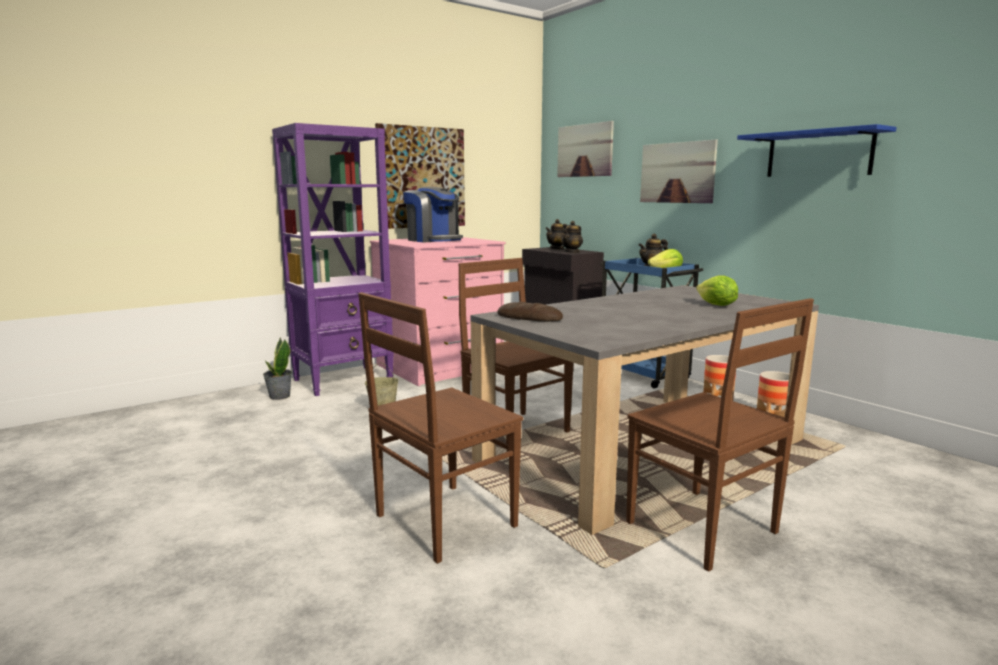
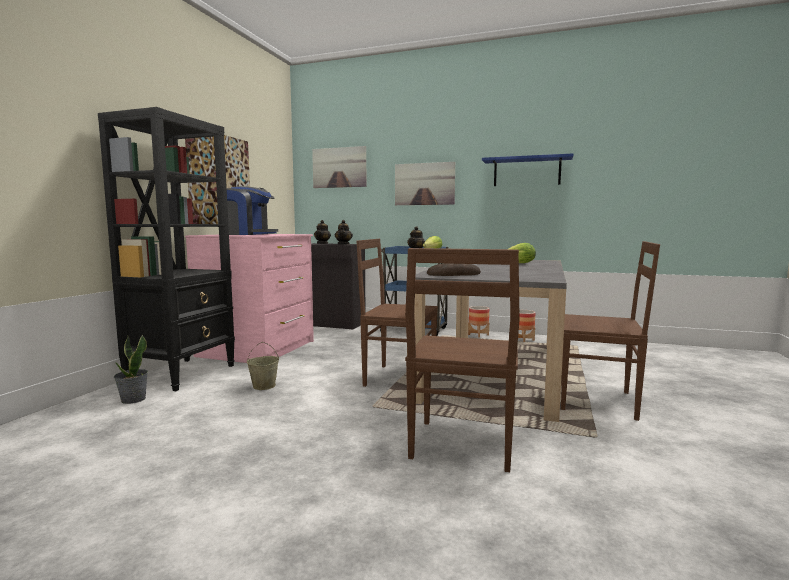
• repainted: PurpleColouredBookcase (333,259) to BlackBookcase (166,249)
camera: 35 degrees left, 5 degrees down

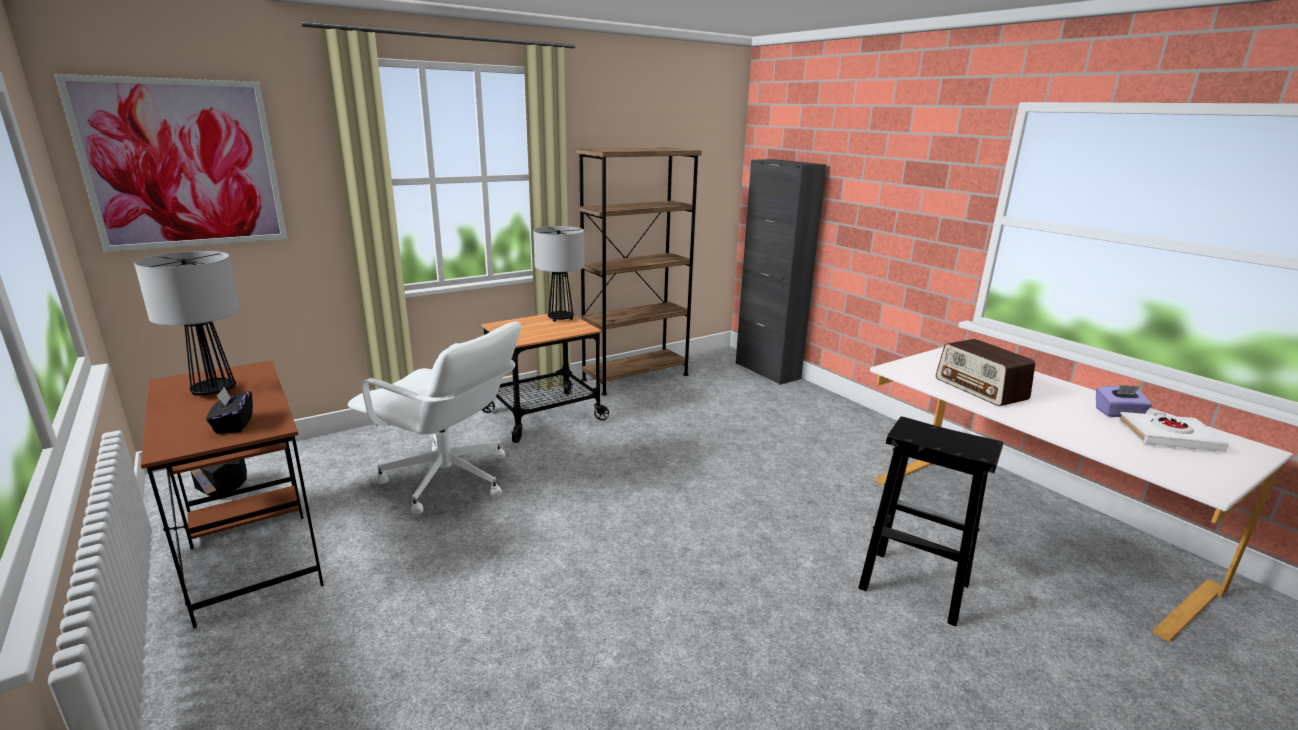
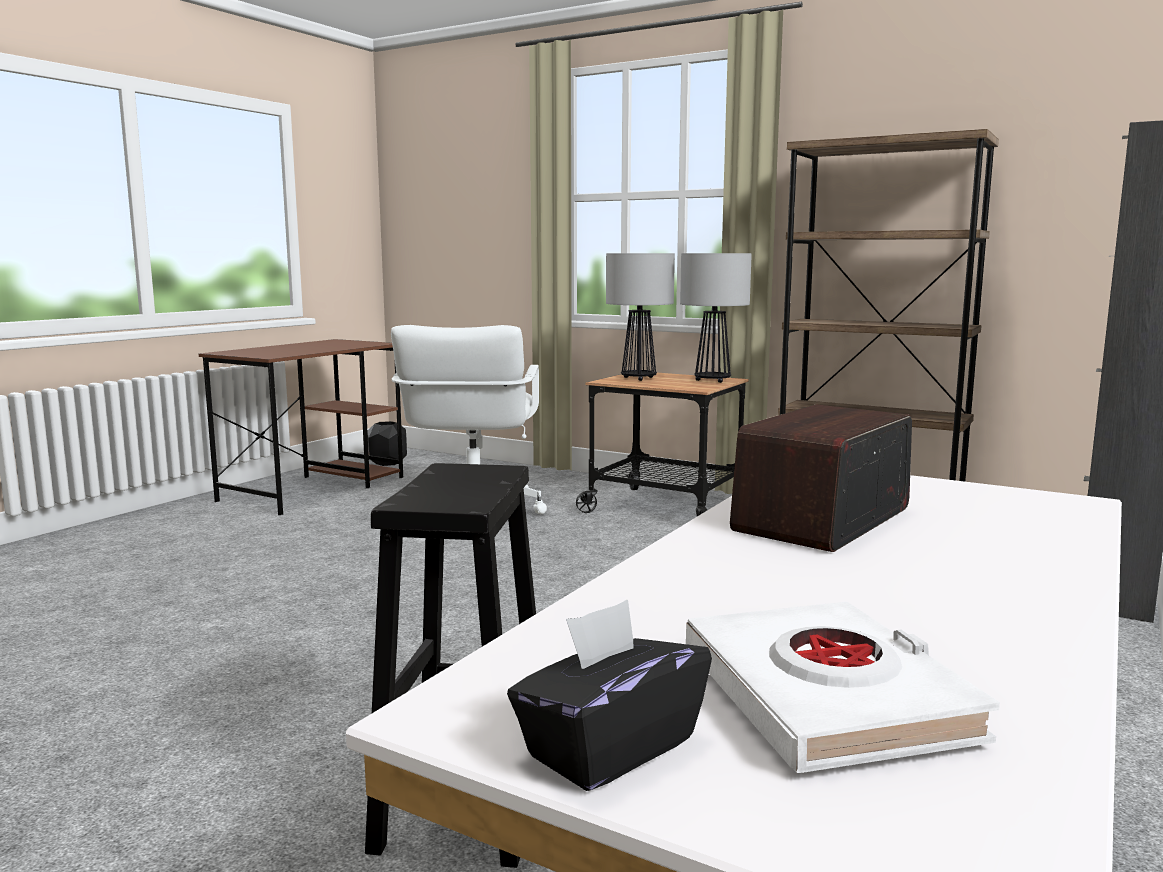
• gone: WallArt (170,163)
• shifted: TableLamp (187,323) to (640,317)
• shifted: BlackTissueHolder (229,410) to (609,695)
• gone: PurpleColouredTissueHolder (1124,401)
camera: 65 degrees right, 10 degrees down

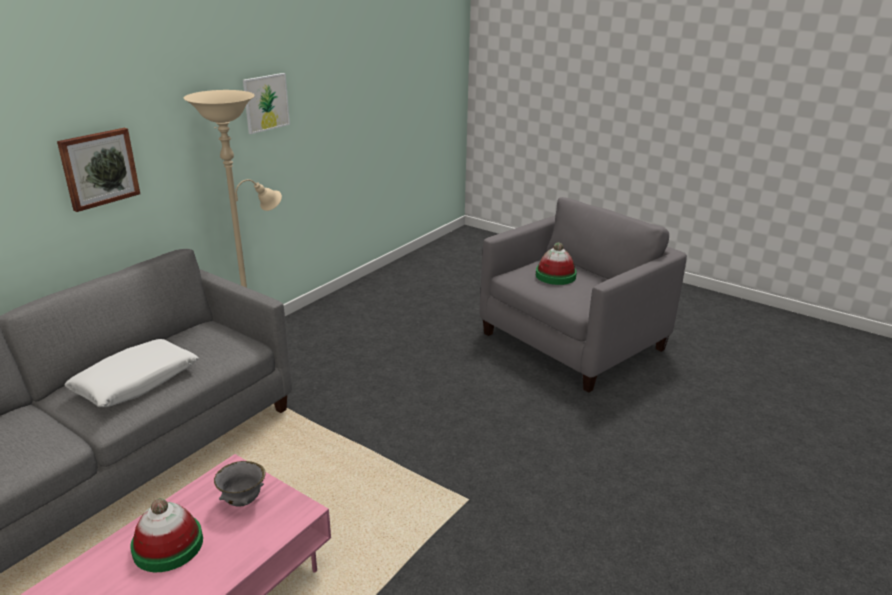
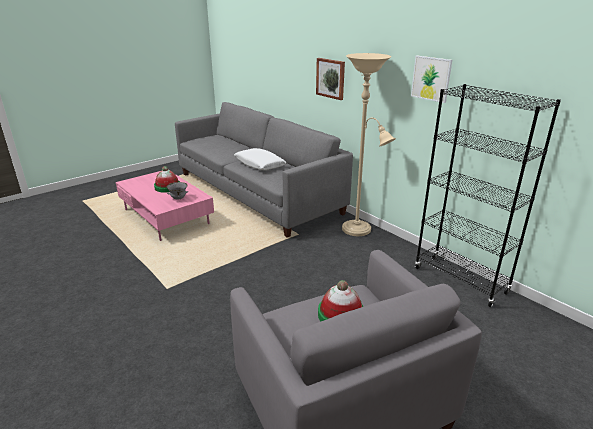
• new: BlackBookcase (488,195)
camera: 105 degrees right, 0 degrees up

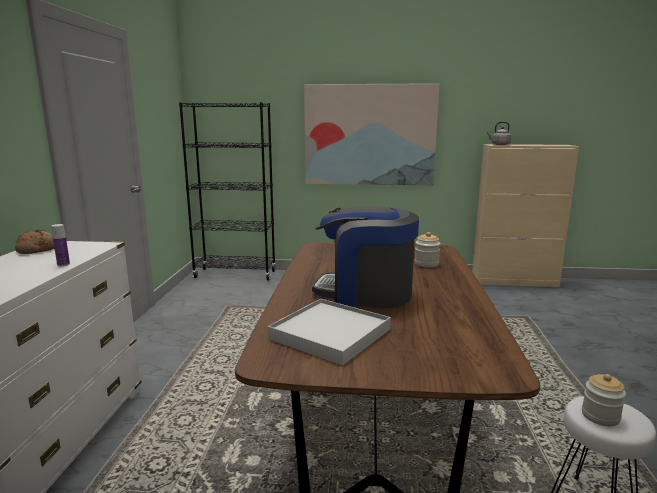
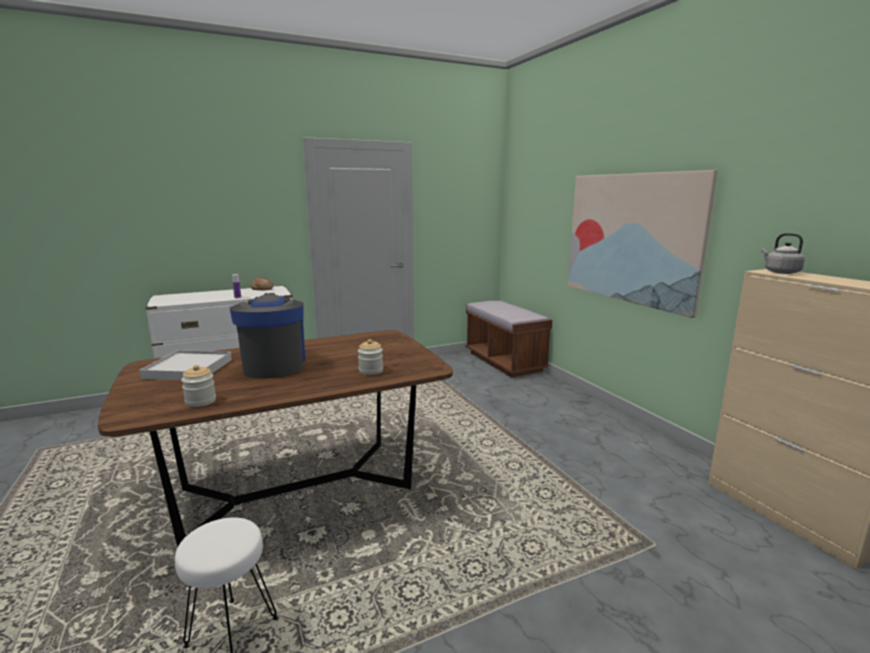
• swapped: BlackBookcase (227,191) to BrownishBench (508,339)
• shifted: StorageJar (604,400) to (198,386)
camera: 60 degrees right, 0 degrees up

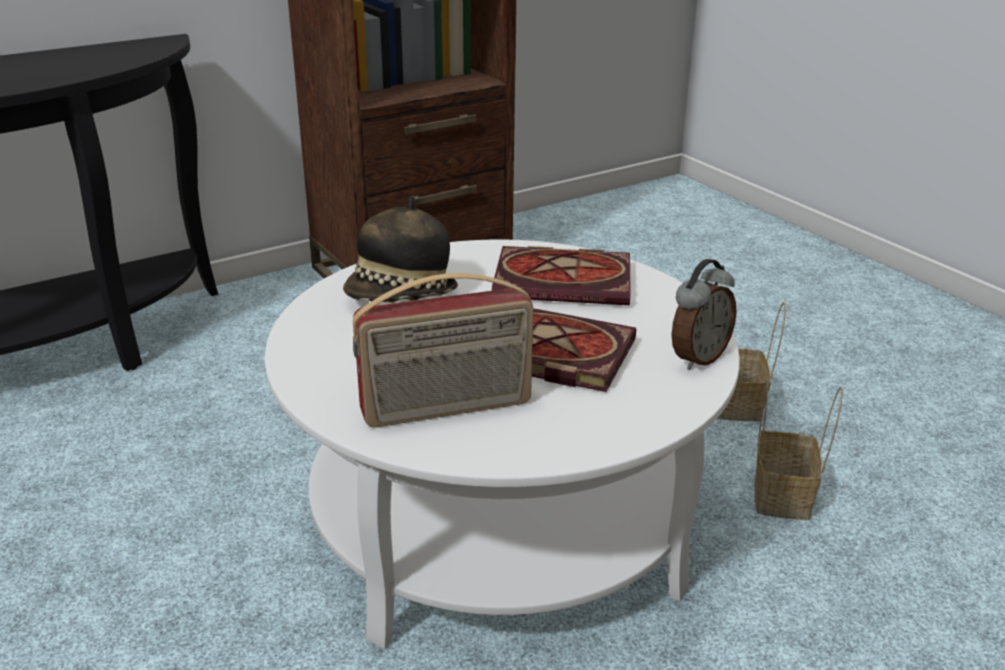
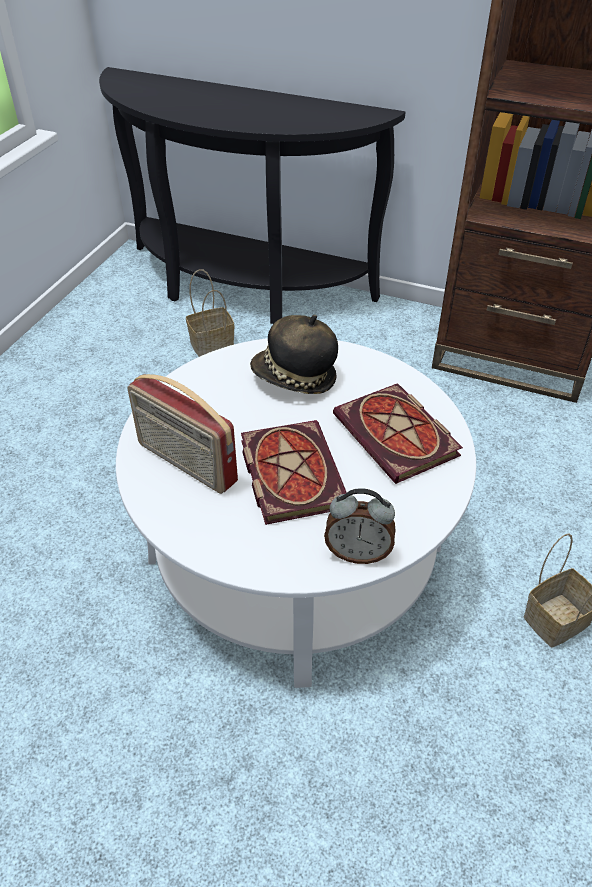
• shifted: StorageBasket (798,449) to (210,313)
camera: 55 degrees right, 15 degrees up

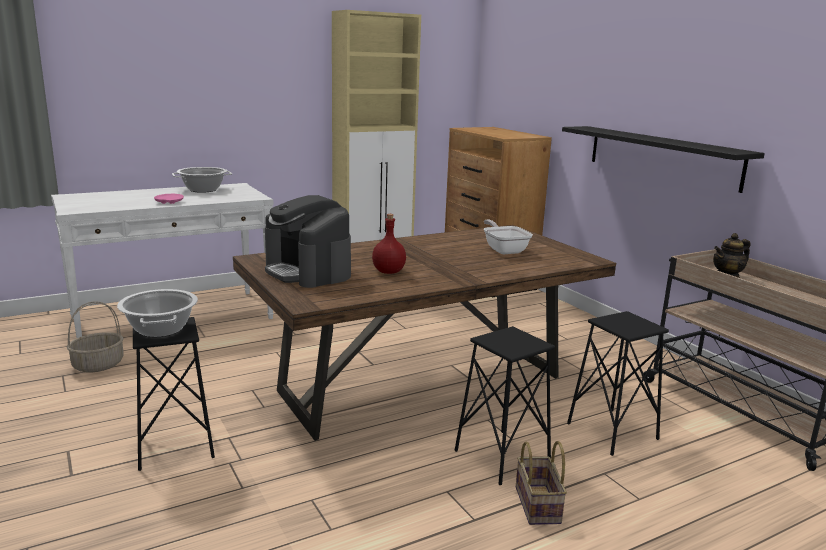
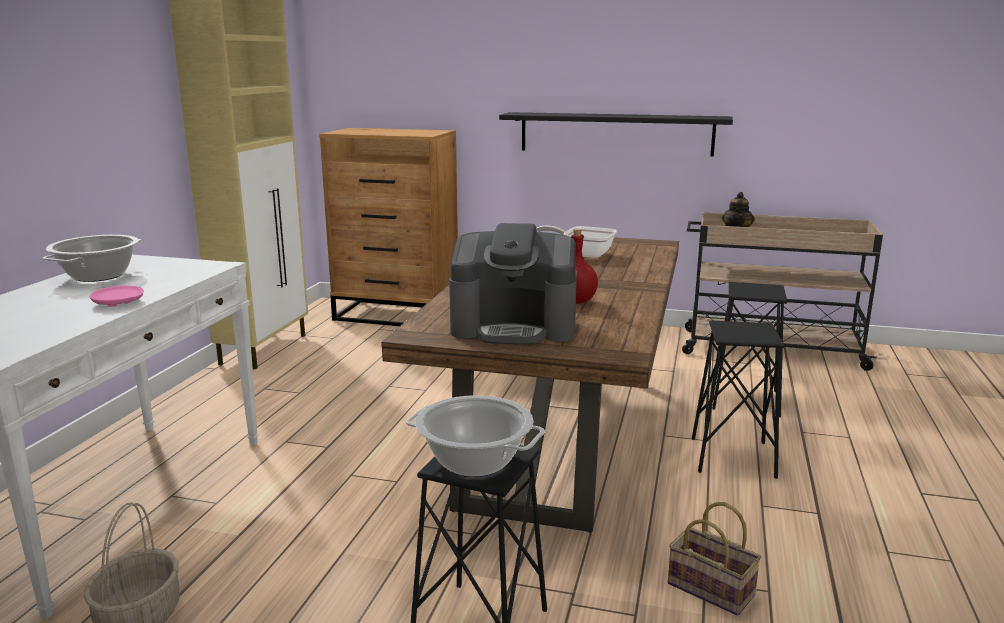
• shifted: StorageBasket (541,483) to (714,559)
camera: 45 degrees left, 0 degrees up

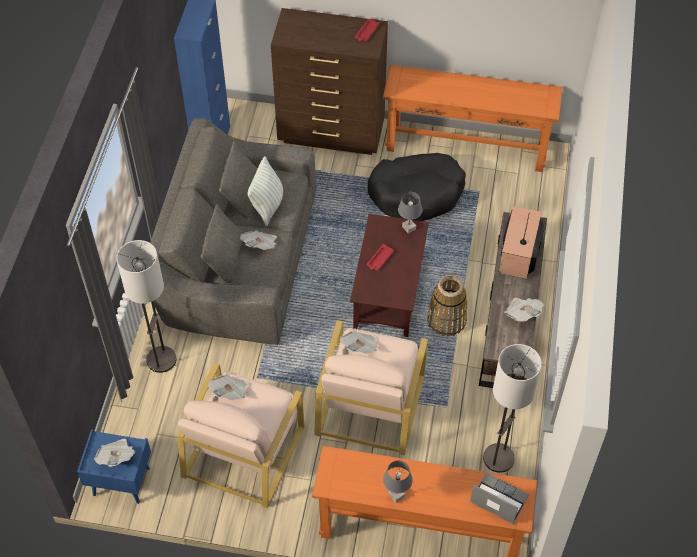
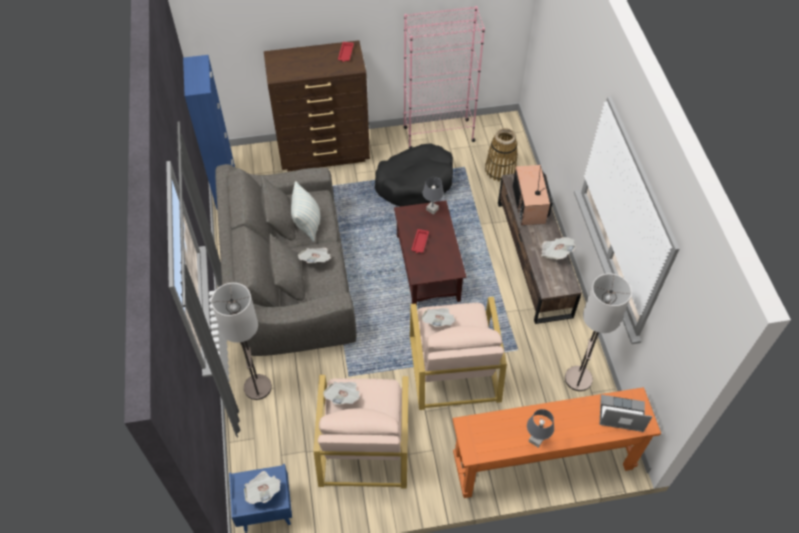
• swapped: OrangeNarrowTable (472,118) to PinkishBookcase (444,77)
• shifted: StorageBasket (447,305) to (501,154)
camera: 20 degrees left, 0 degrees up

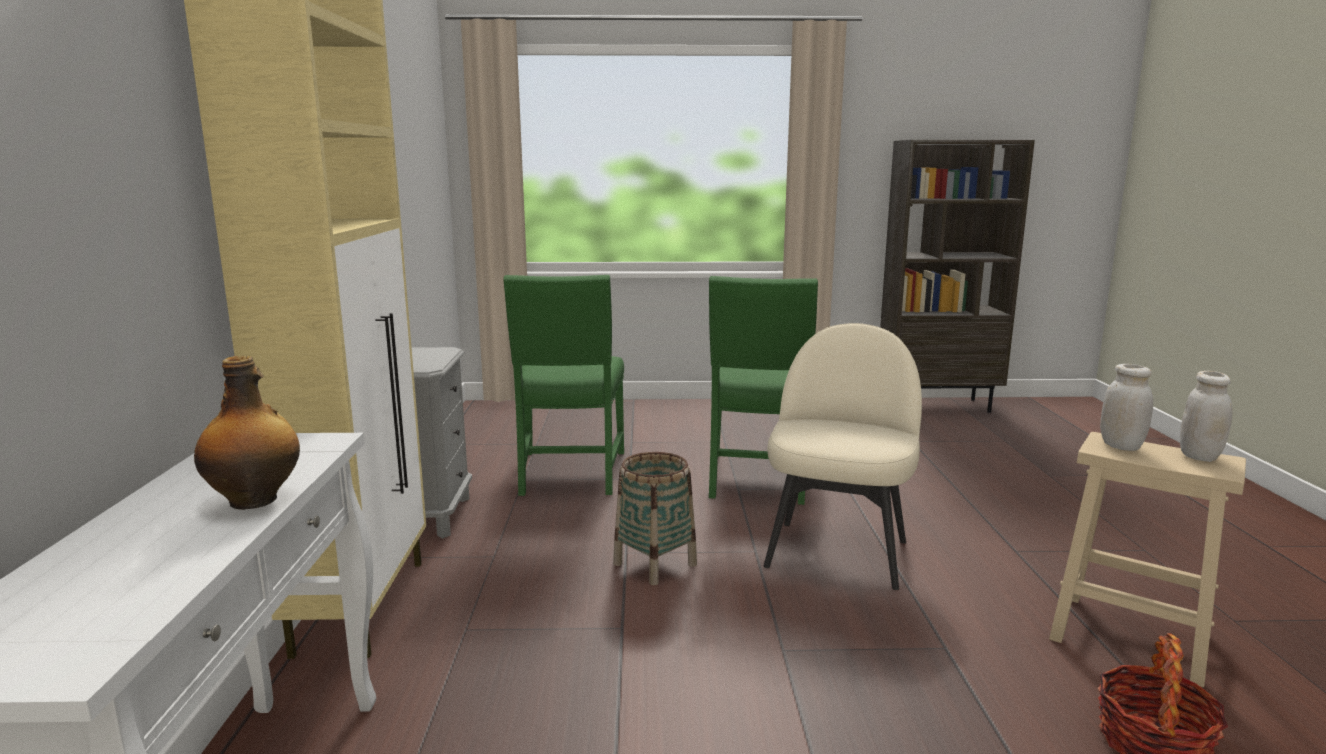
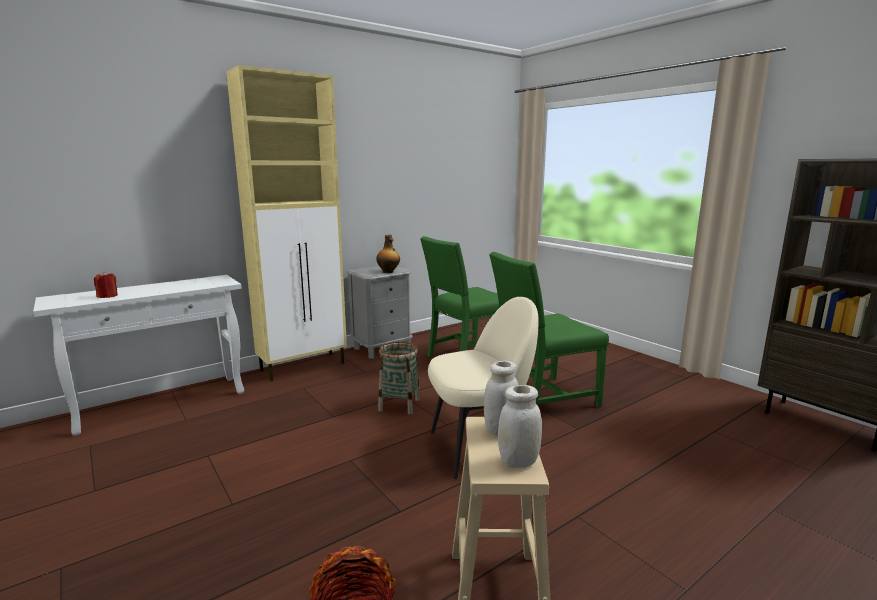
• shifted: BeverageBottle (247,433) to (388,254)
• new: ReddishWaxCandle (106,284)
camera: 55 degrees right, 0 degrees up

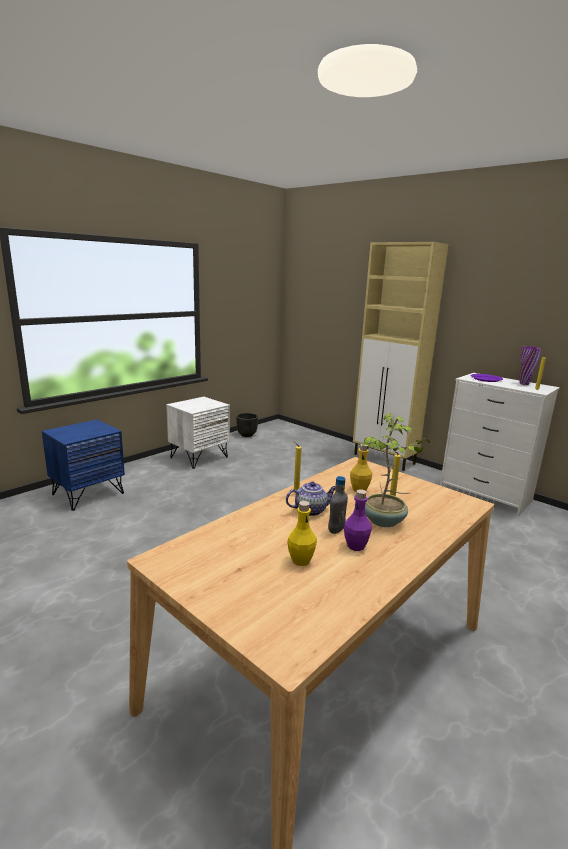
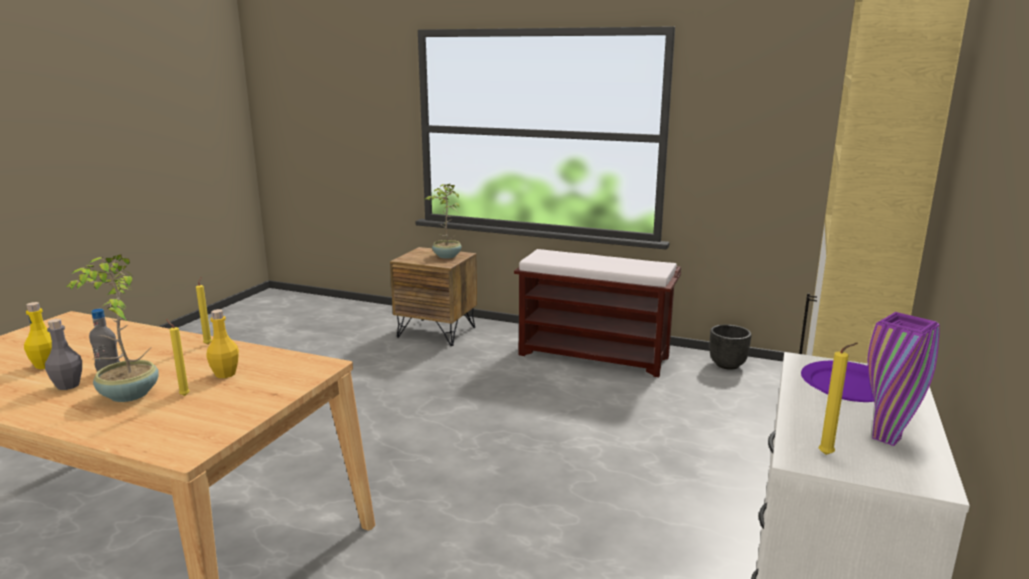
• repainted: BluishNightTable (83,465) to BrownishNightTable (433,296)
• swapped: WhitishNightTable (198,433) to BrownishBench (597,313)
• gone: TeaPot (310,499)
• repainted: PurpleColouredBeverageBottle (358,520) to GrayBeverageBottle (63,354)
• new: Houseplant (443,221)
camera: 70 degrees right, 0 degrees up

